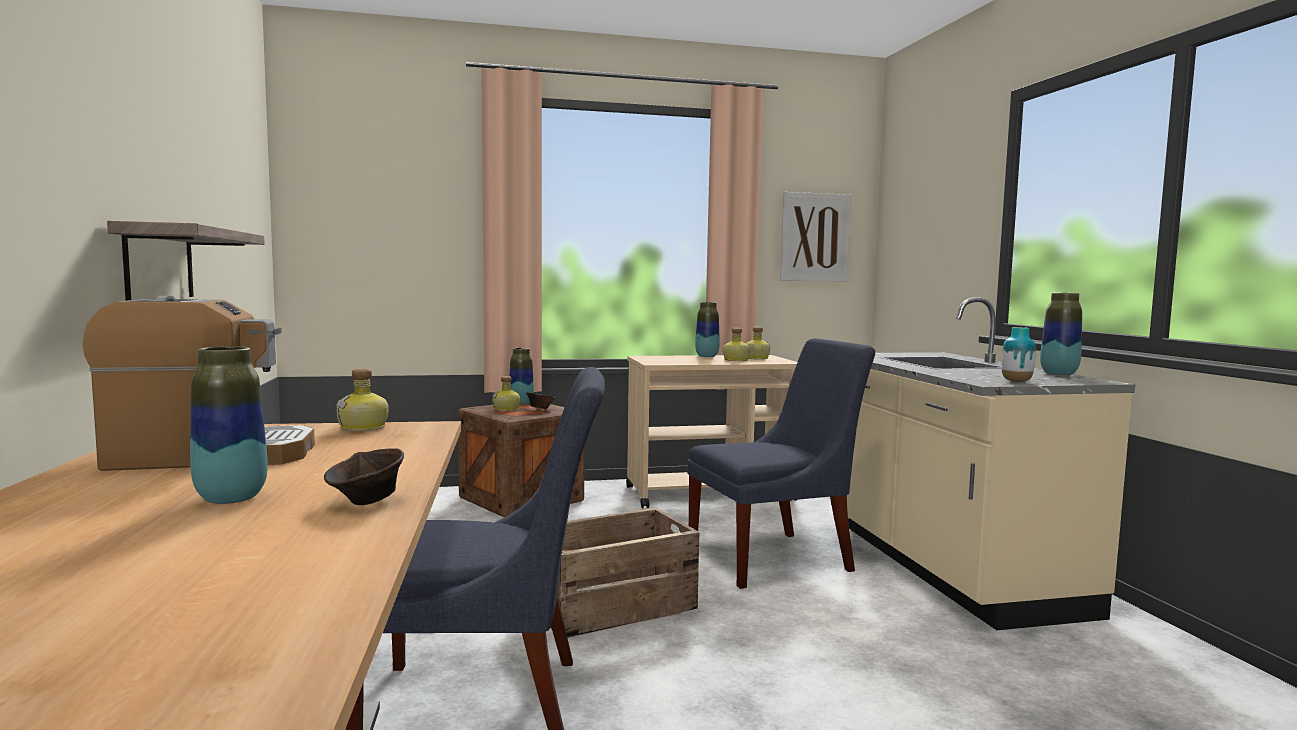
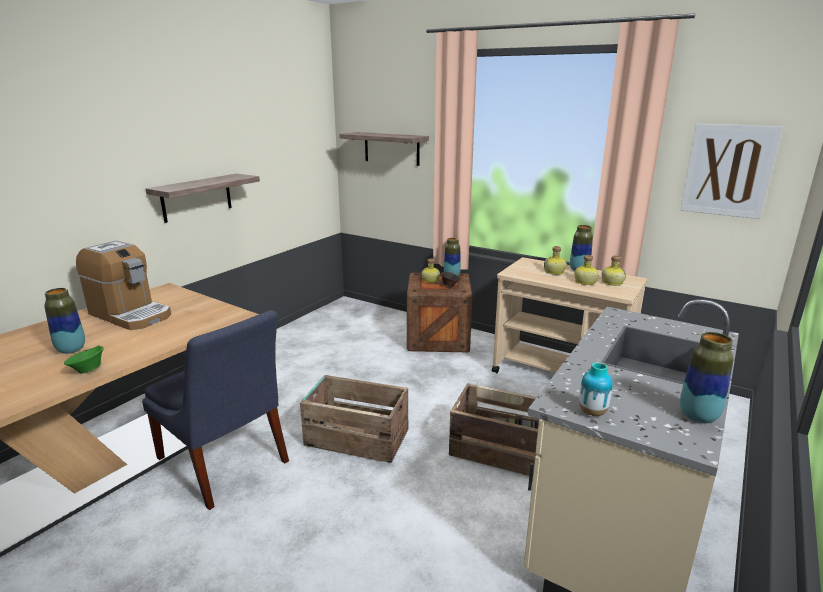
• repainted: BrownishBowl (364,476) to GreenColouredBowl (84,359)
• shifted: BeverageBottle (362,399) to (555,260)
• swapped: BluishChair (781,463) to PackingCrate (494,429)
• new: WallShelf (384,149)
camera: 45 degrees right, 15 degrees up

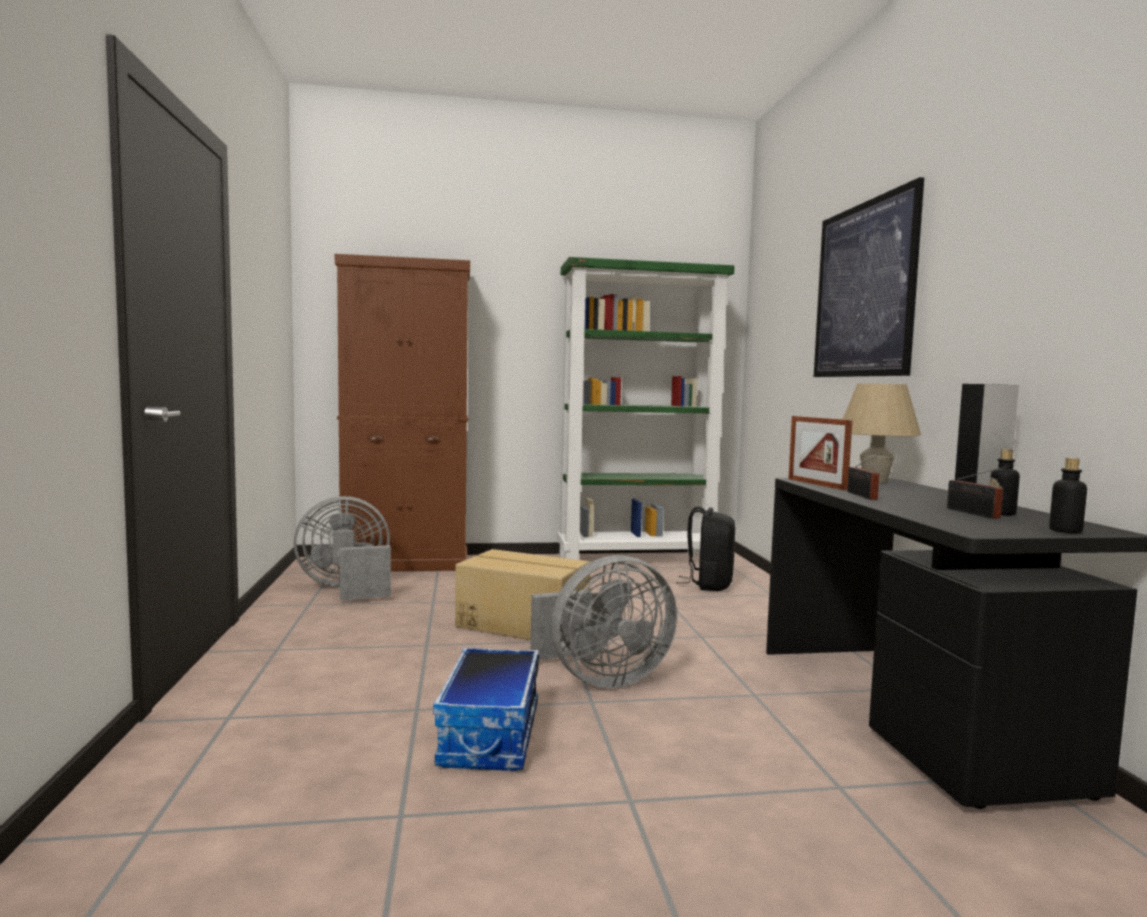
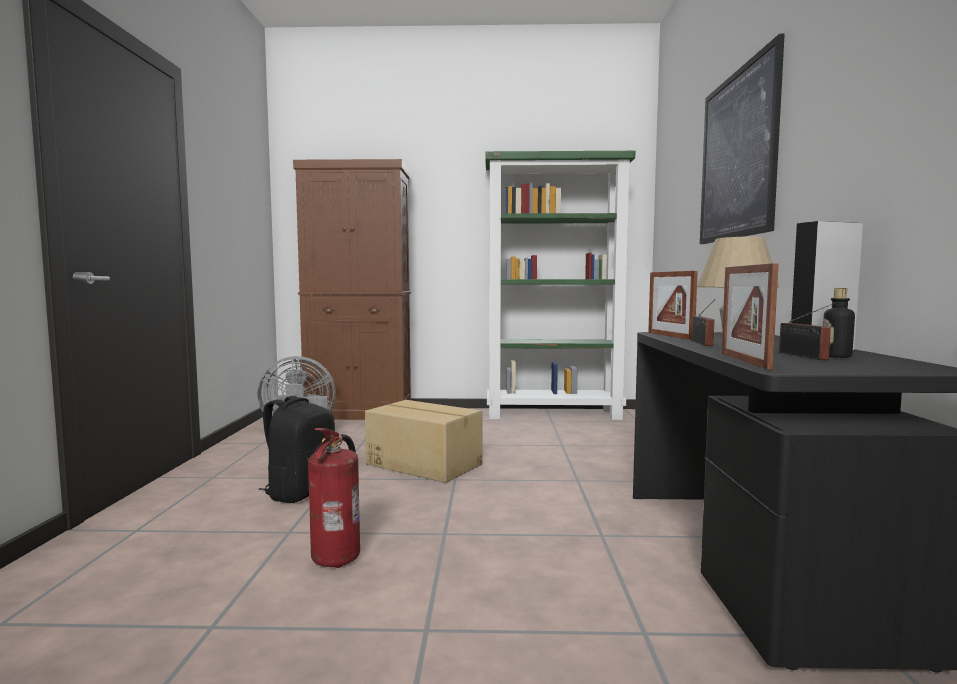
• swapped: StorageBin (486,709) to Extinguisher (334,498)
• gone: GrayFan (603,621)
• shifted: BlackBackpack (705,548) to (296,449)
• gone: BeverageBottle (1068,495)
• new: PictureFrame (750,316)
camera: 10 degrees right, 0 degrees up

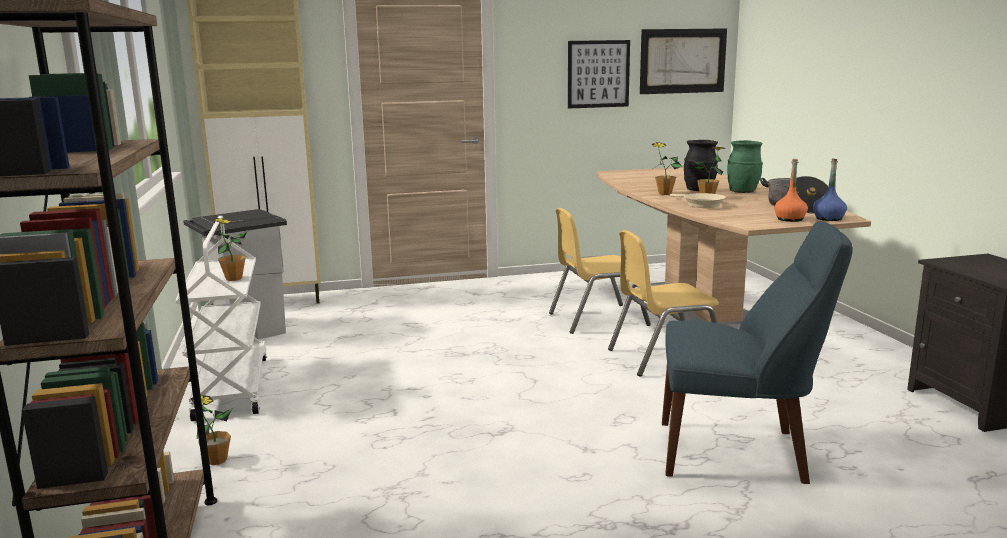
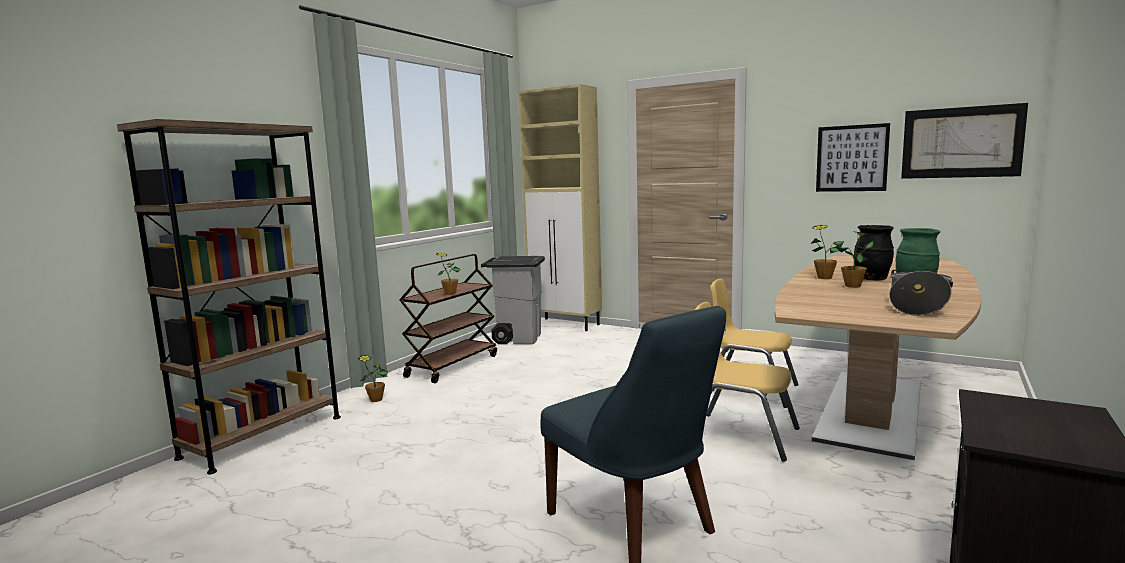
• repainted: WhitishWheeledCart (221,318) to BrownishWheeledCart (448,318)
• gone: BeigeColouredSkillet (698,200)
• gone: OrangeBeverageBottle (791,190)
• gone: BluishBeverageBottle (830,190)
camera: 45 degrees right, 5 degrees down

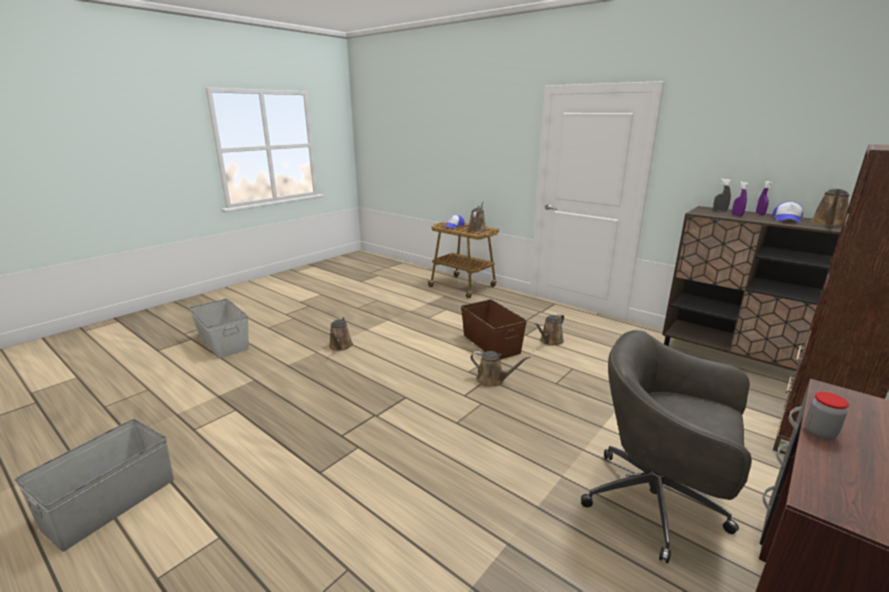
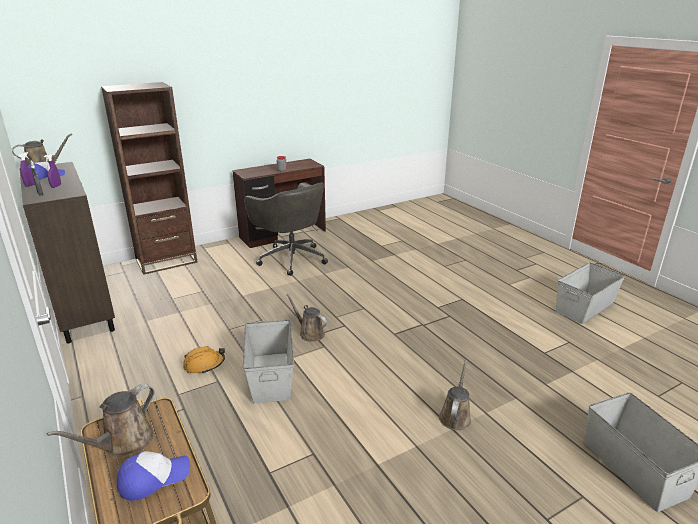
• repainted: BrownishStorageBin (494,329) to GrayStorageBin (268,361)
• swapped: BrownishWateringPot (549,330) to OrangeWorkHelmet (204,359)
camera: 160 degrees left, 5 degrees up

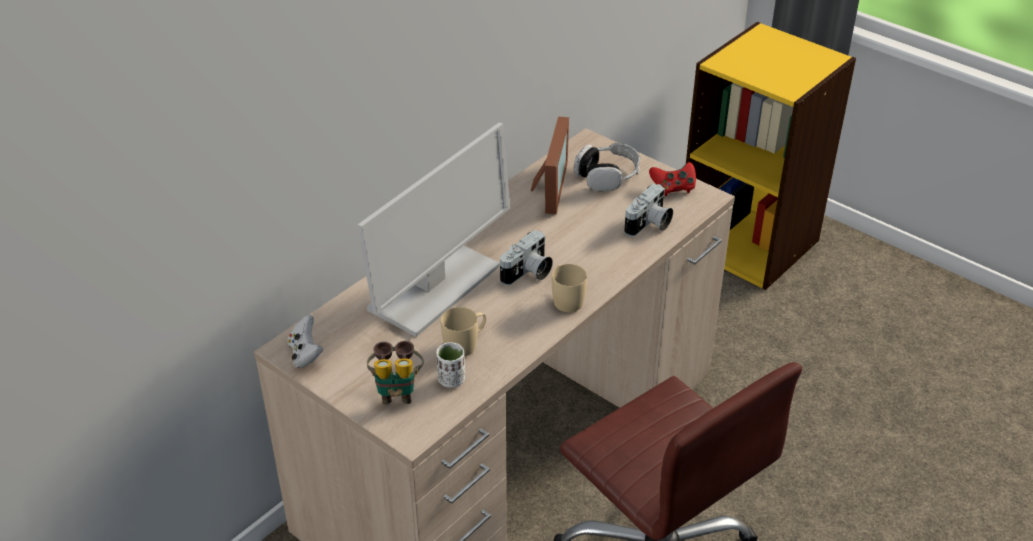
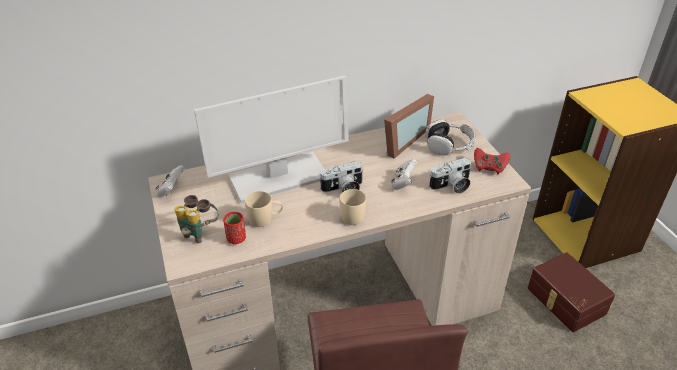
• repainted: WhitishCup (450,365) to ReddishCup (234,228)
• new: WhitishGamepad (404,174)
• new: BrownishStorageBin (571,292)
camera: 30 degrees right, 0 degrees up

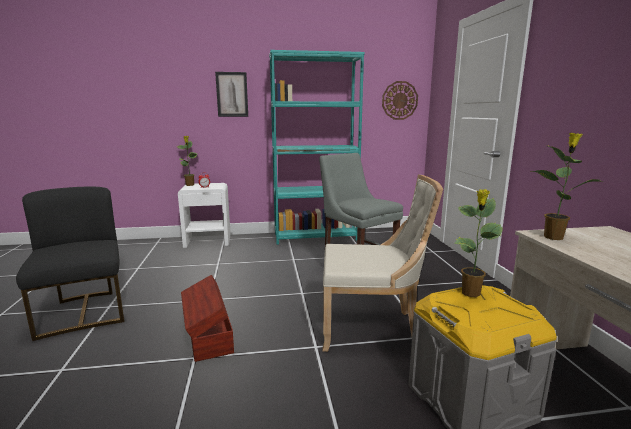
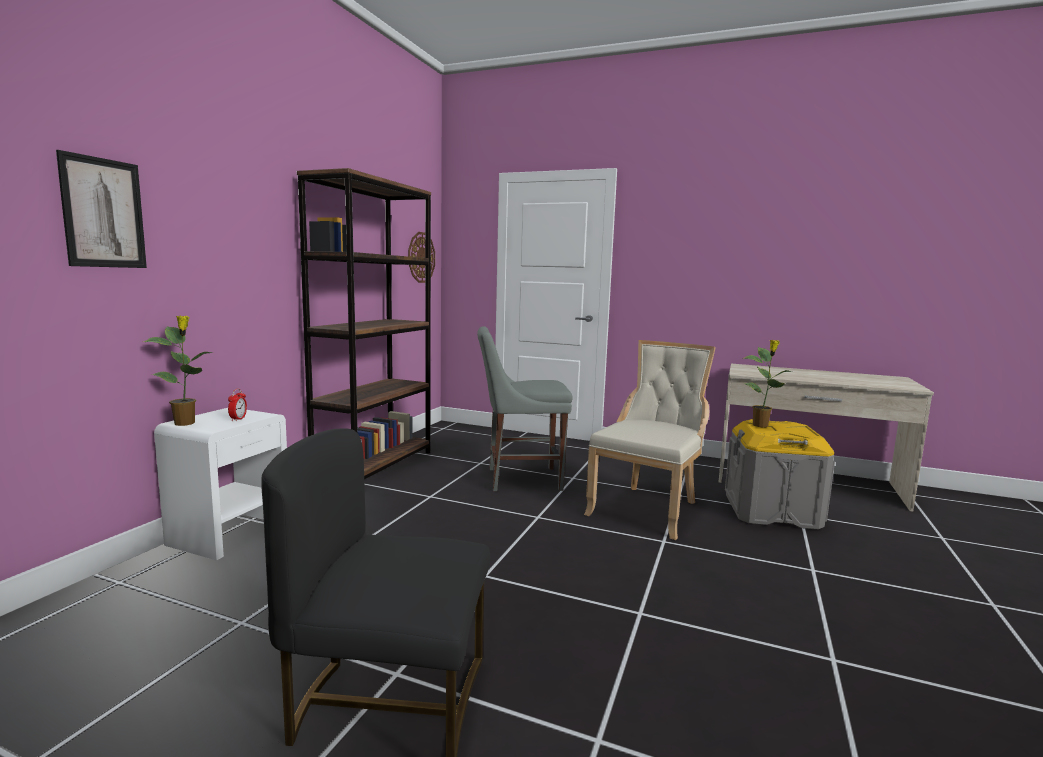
• gone: BrownishStorageBin (207,318)
• shifted: WallArt (231,94) to (101,209)
• repainted: BlueGreenBookcase (317,147) to BrownishBookcase (364,323)
• gone: Houseplant (565,186)
camera: 60 degrees left, 5 degrees down

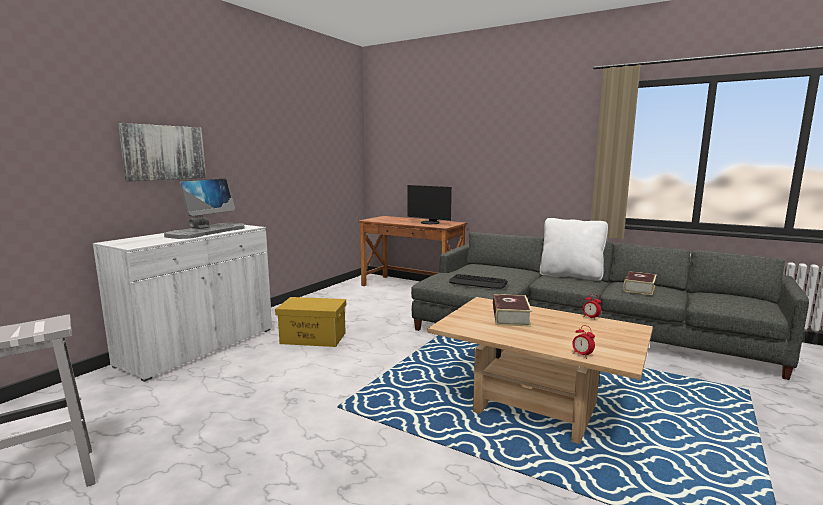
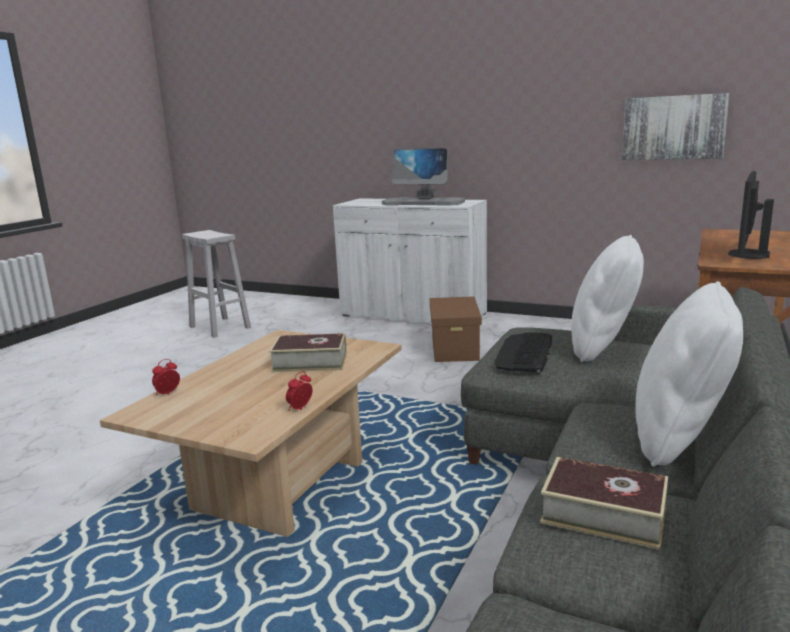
• shifted: WallArt (162,152) to (675,126)
• repainted: YellowStorageBin (310,322) to BrownishStorageBin (456,329)
• new: WhitishCushion (607,298)
camera: 85 degrees right, 5 degrees up

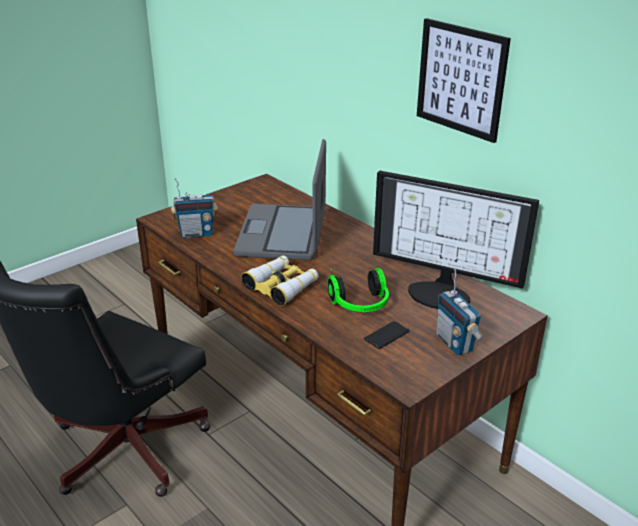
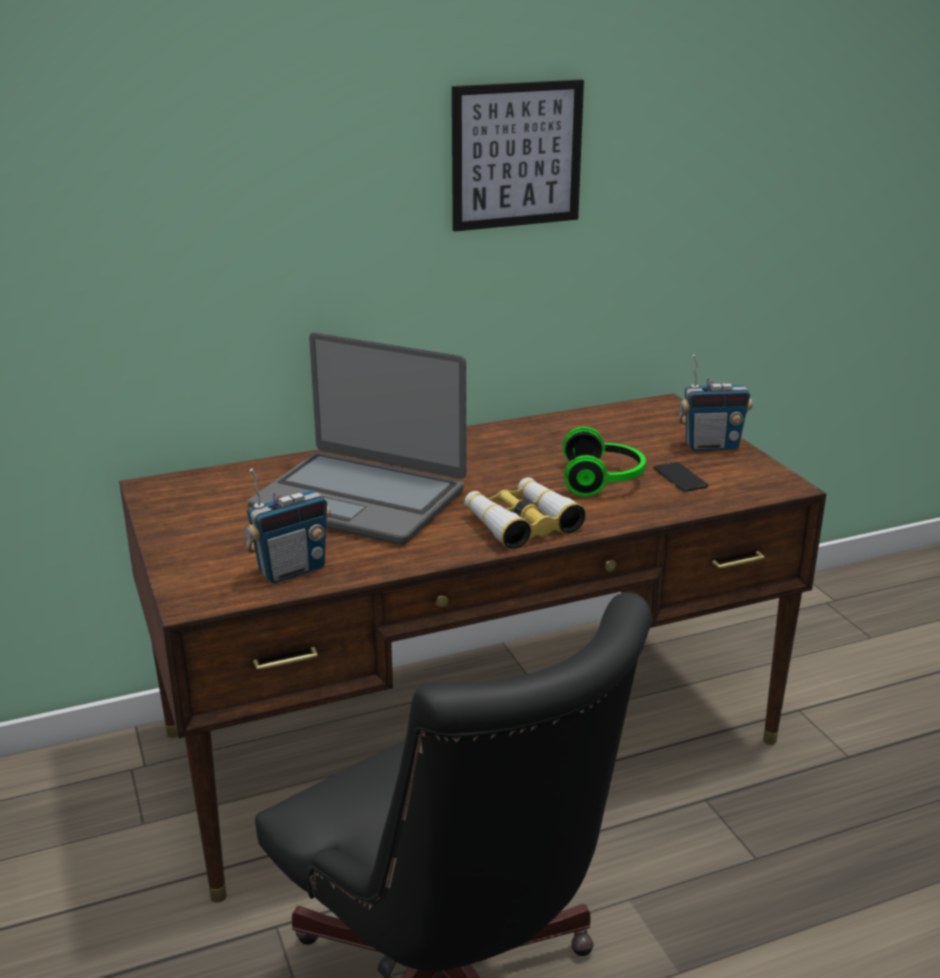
• rotated: RadioReceiver (194,208) = (287,526) 45 degrees clockwise
• gone: ComputerScreen (456,240)
camera: 70 degrees left, 5 degrees down

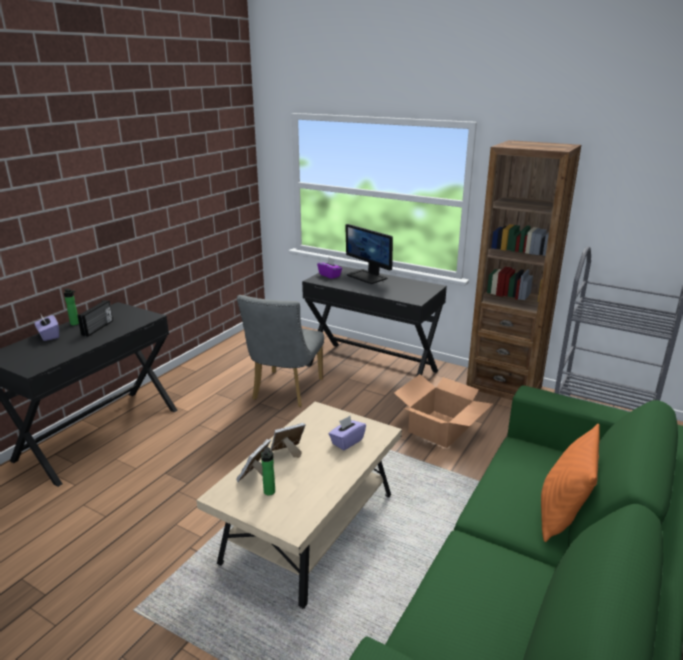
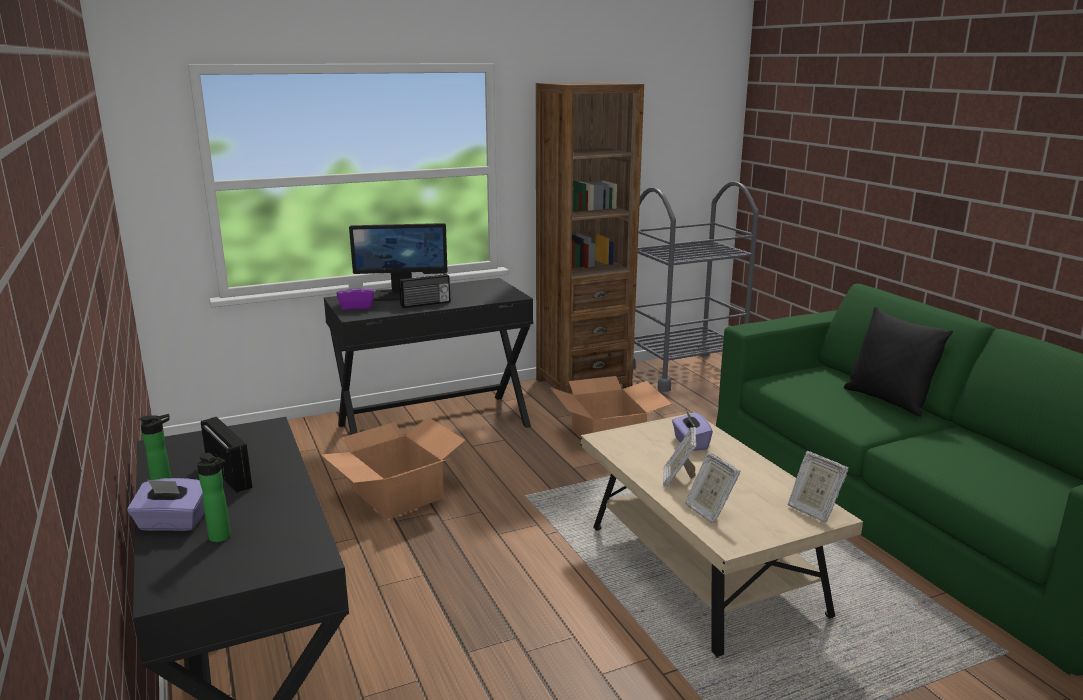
• swapped: GrayChair (280,351) to PackingBox (393,468)
• shifted: BeverageBottle (268,471) to (214,497)
• repainted: OrangeCushion (570,483) to BlackCushion (898,362)
• new: RadioReceiver (424,291)
• new: PictureFrame (818,487)
camera: 55 degrees left, 5 degrees down

